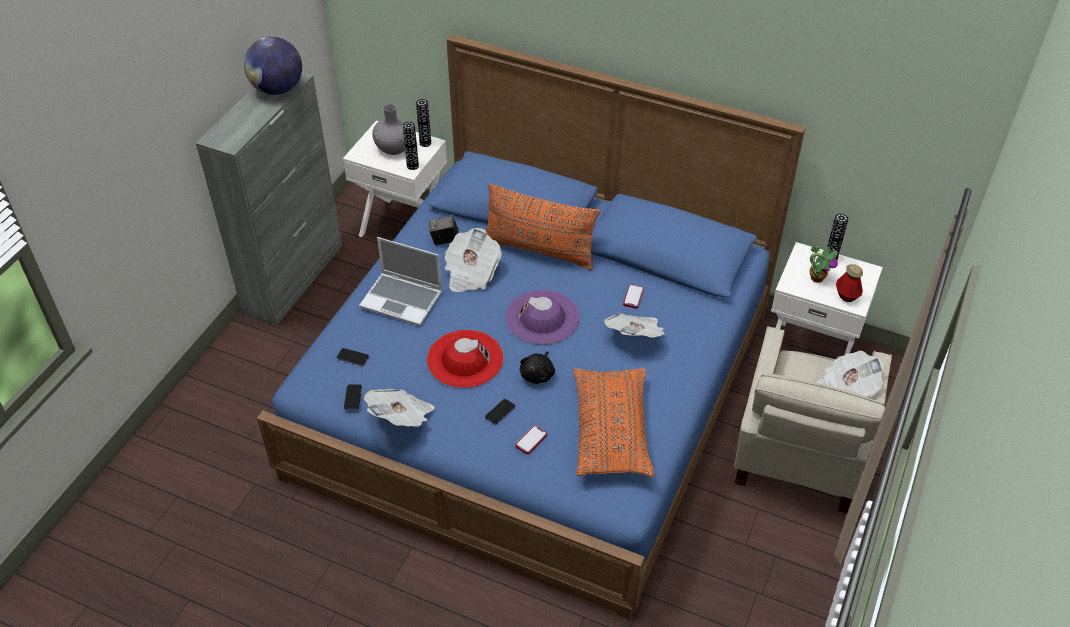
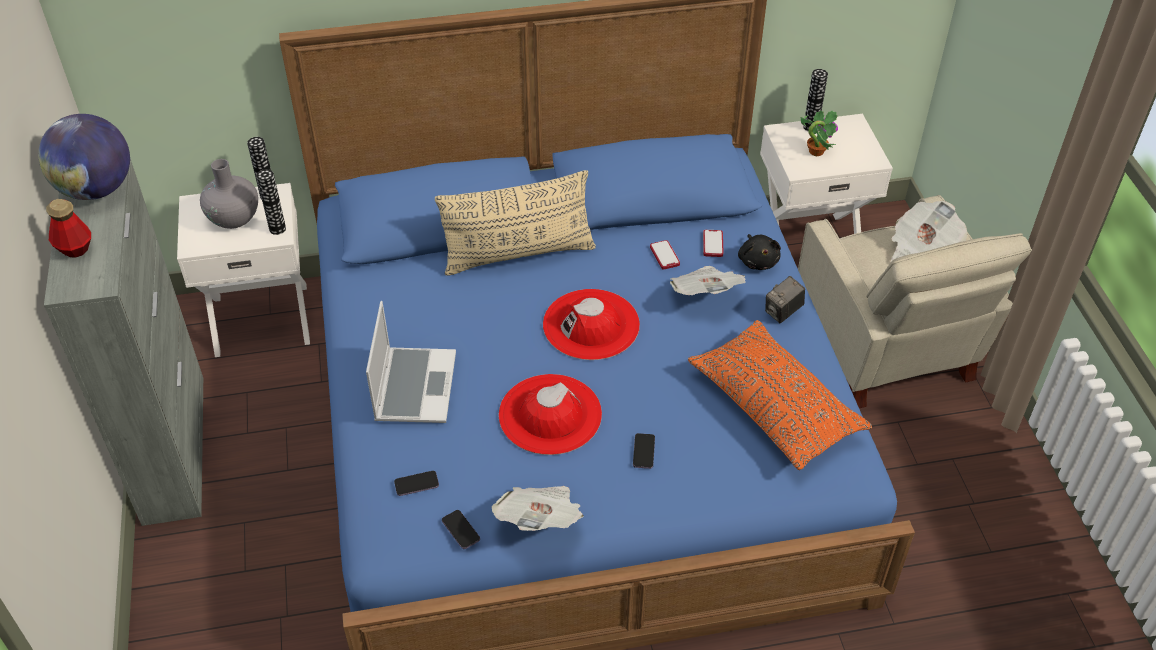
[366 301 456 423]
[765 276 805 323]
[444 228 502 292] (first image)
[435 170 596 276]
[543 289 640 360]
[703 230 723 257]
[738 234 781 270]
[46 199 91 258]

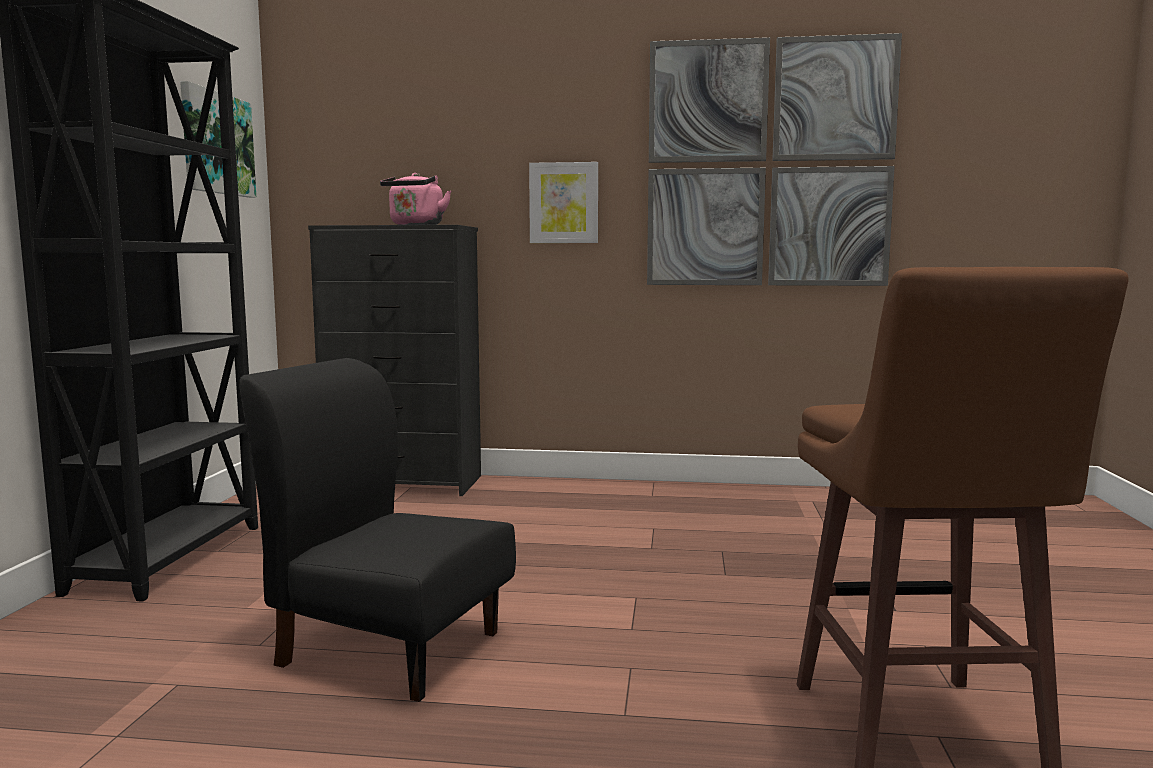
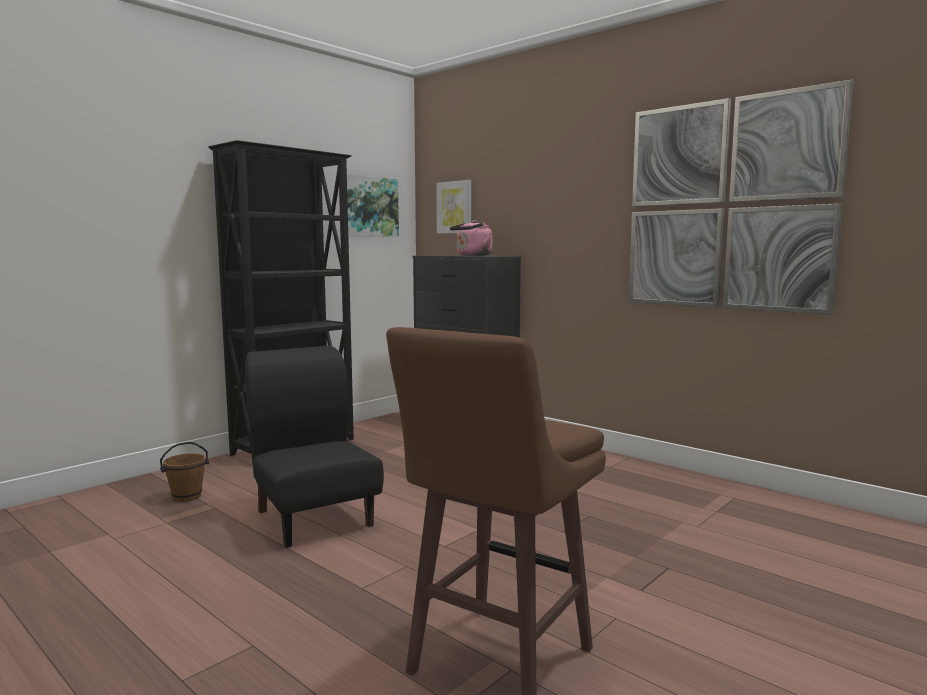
[436 180 471 233]
[160 442 209 502]

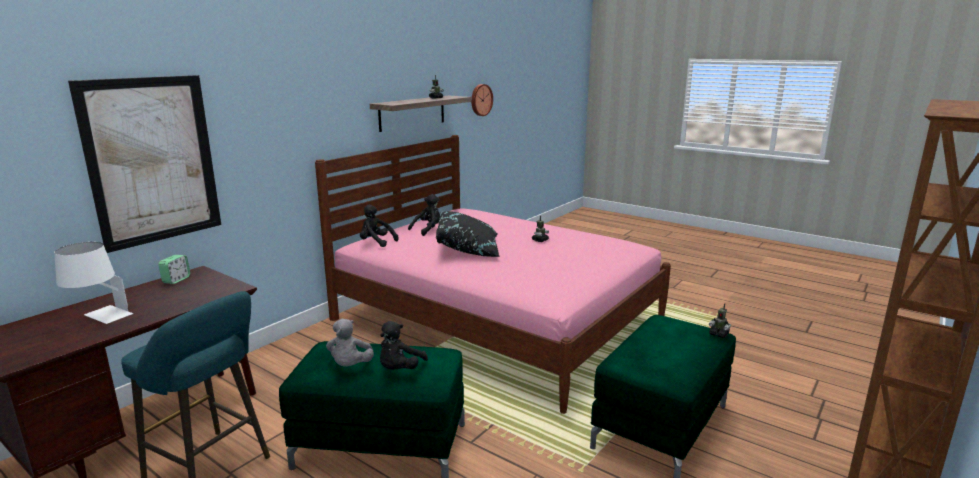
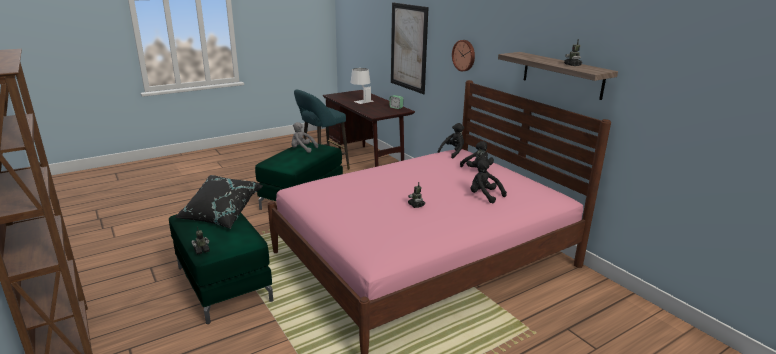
[470 160 507 203]
[174 175 263 229]
[452 40 475 71]

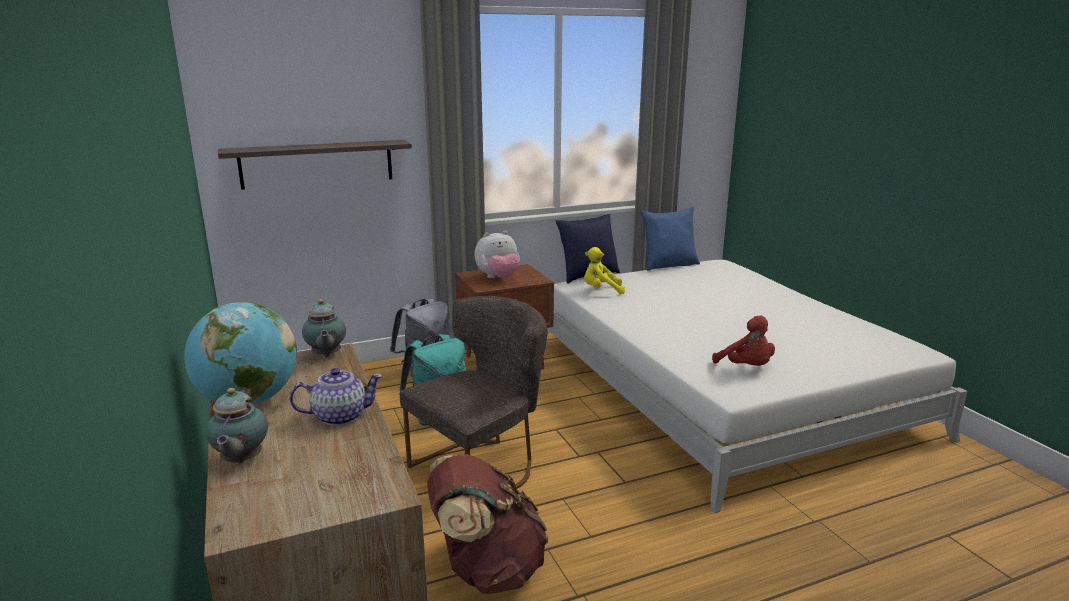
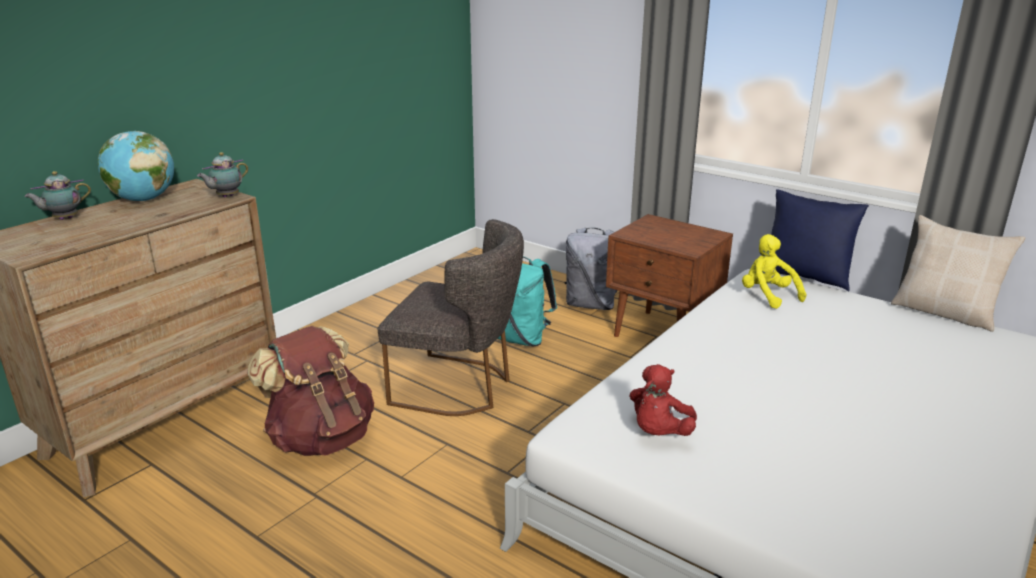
[218 140 412 190] (first image)
[289 368 383 426] (first image)
[474 231 520 278] (first image)
[891 215 1025 332]

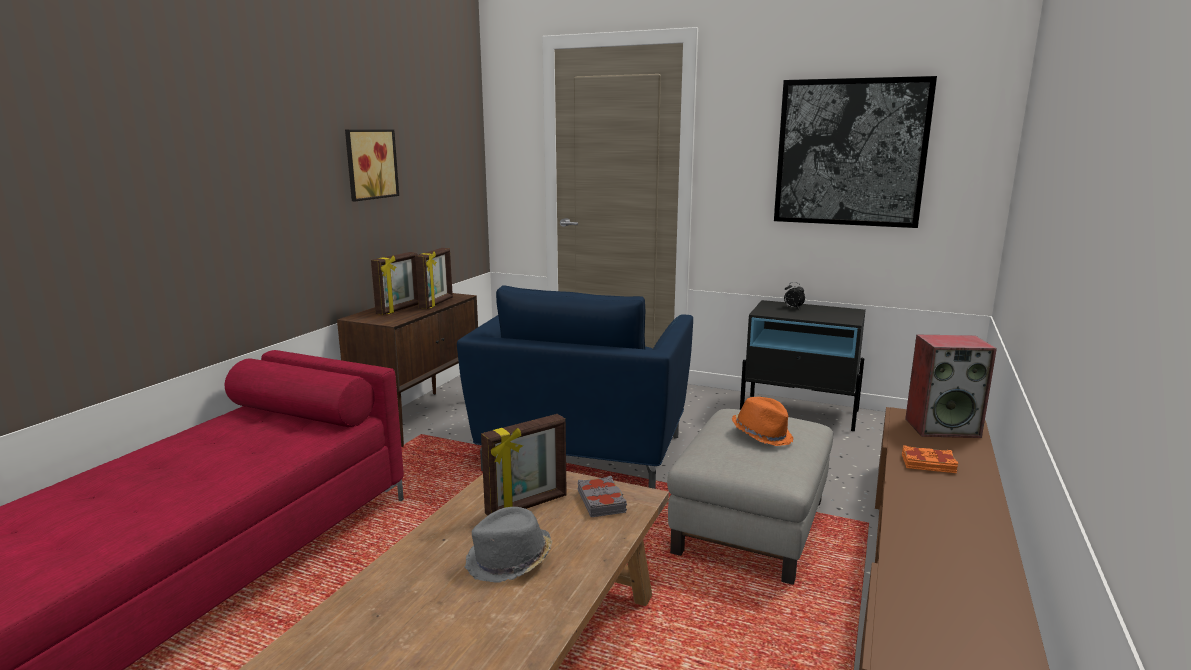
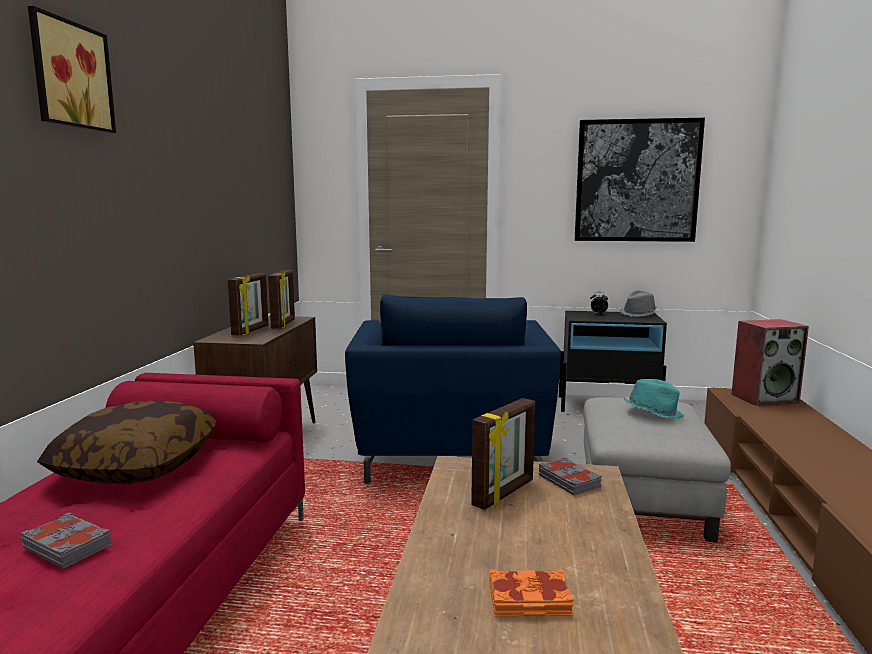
[28 6 116 133]
[619 290 658 317]
[624 379 684 419]
[490 569 574 617]
[21 512 111 569]
[37 400 216 484]

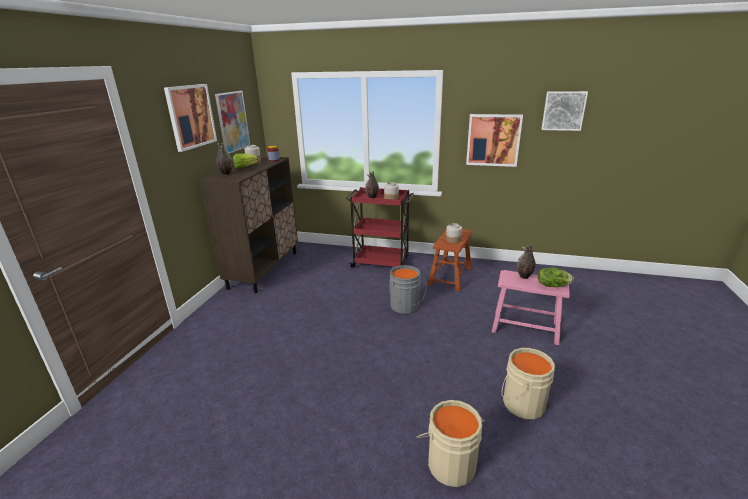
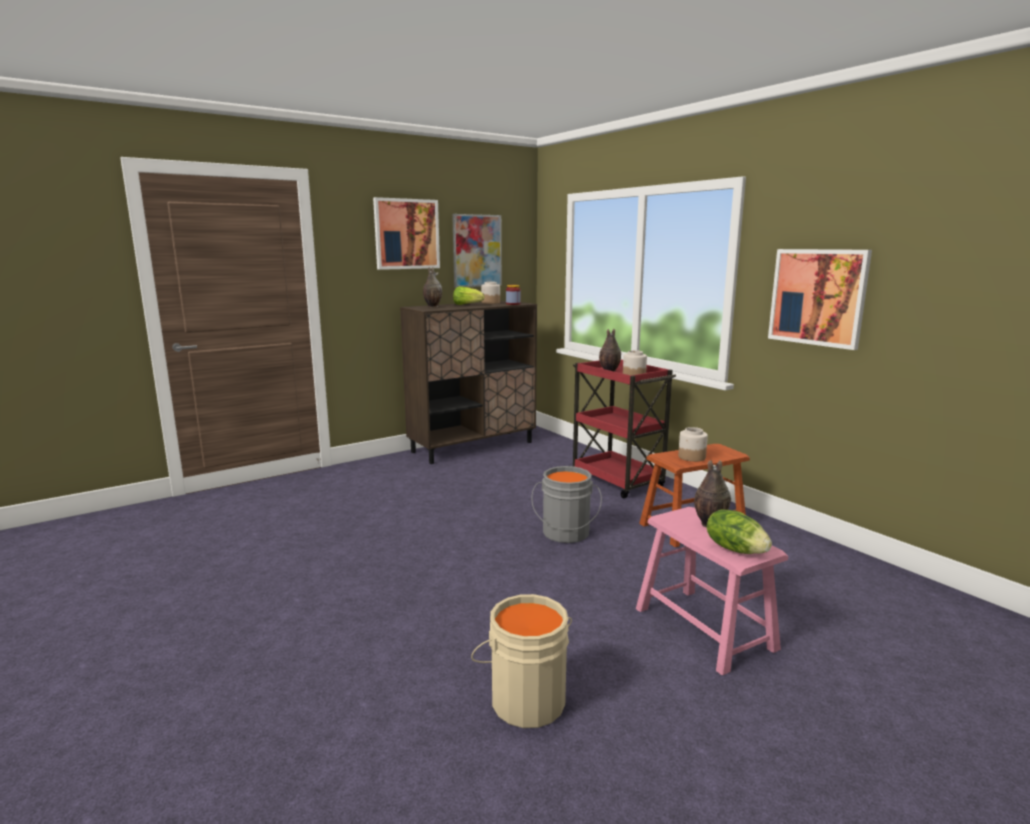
[416 400 485 487] (first image)
[542 91 588 131] (first image)

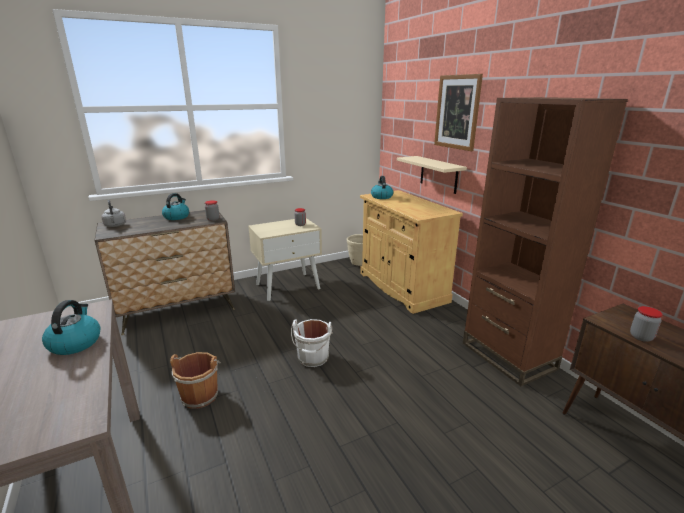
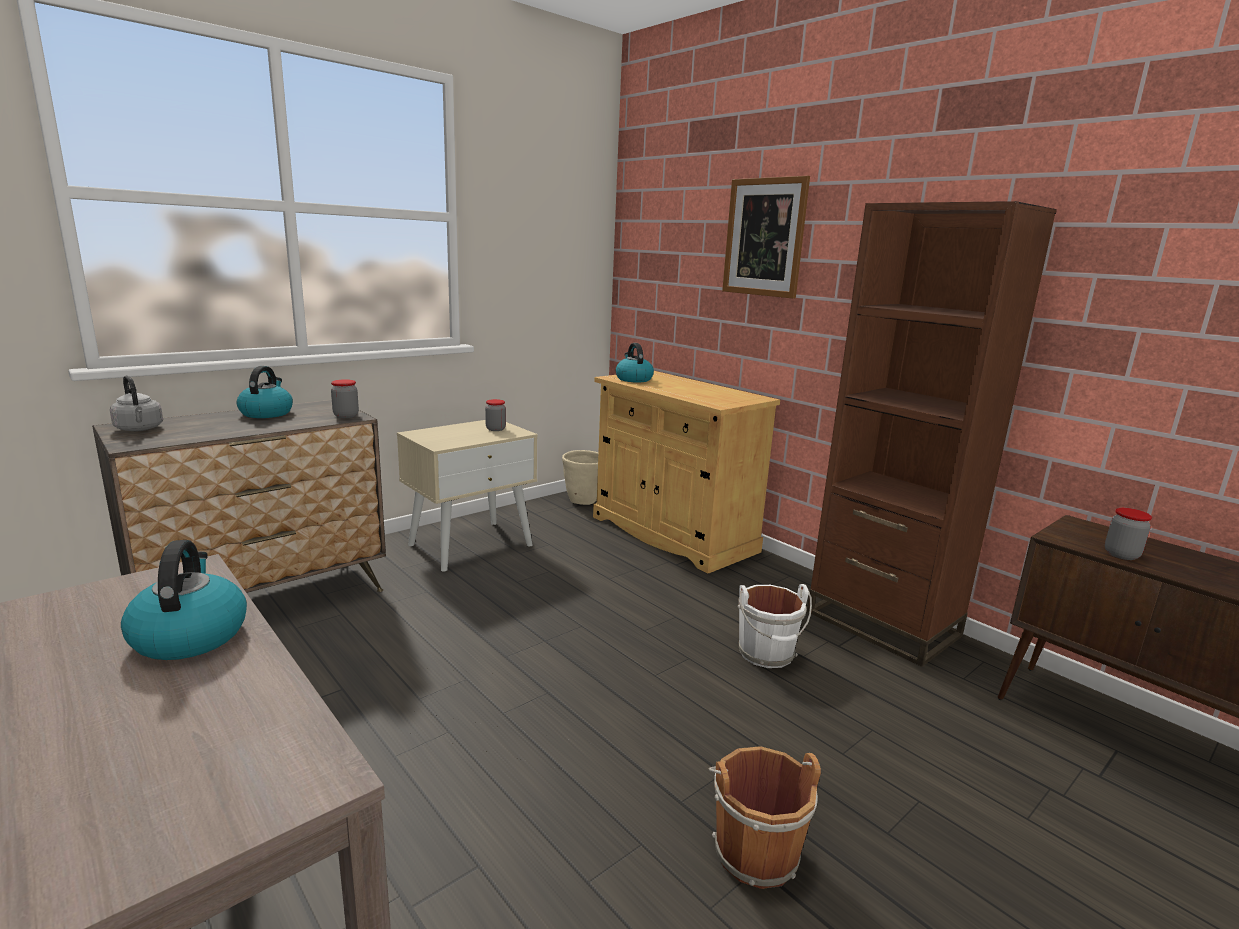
[709 746 821 889]
[738 584 812 668]
[397 156 467 194] (first image)

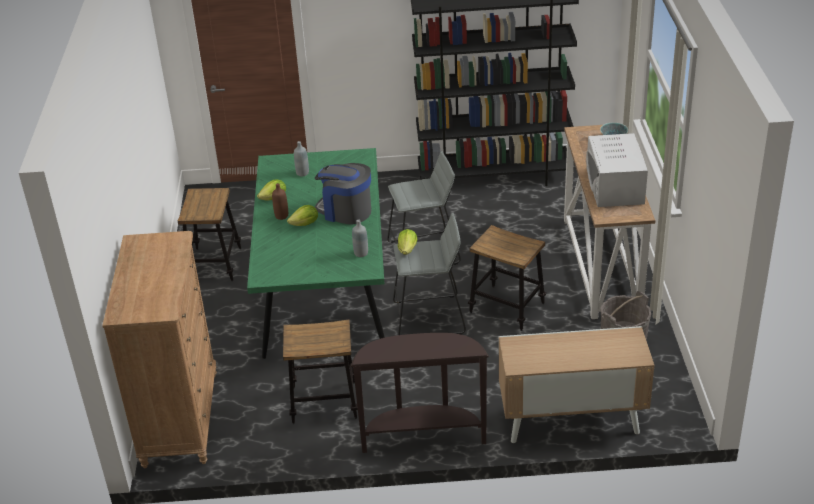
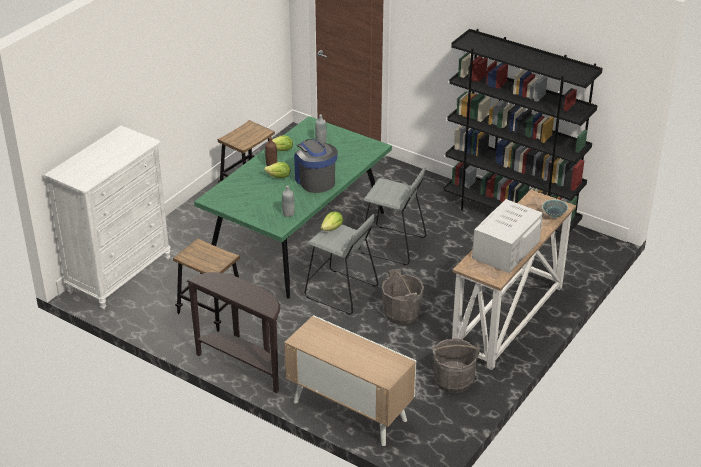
[44 126 170 309]
[382 269 424 325]

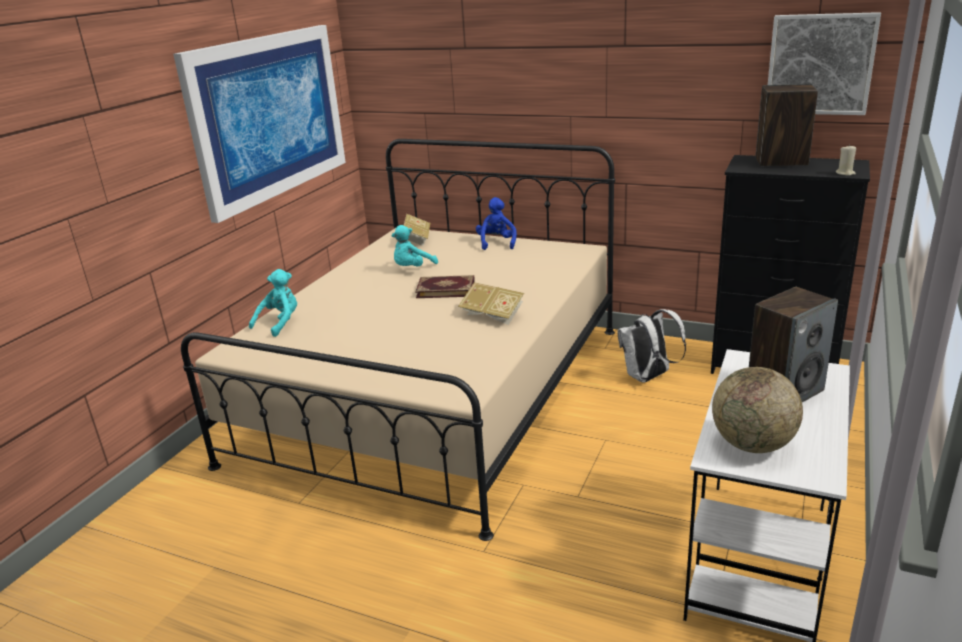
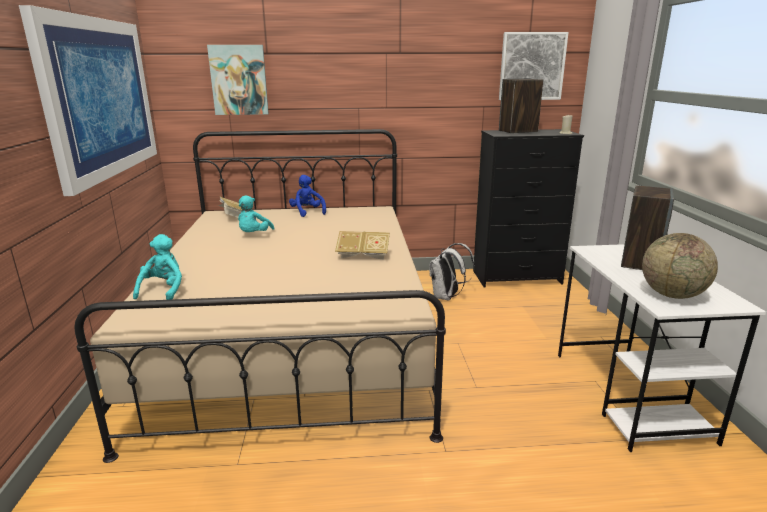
[415 275 475 298] (first image)
[207 45 269 115]

